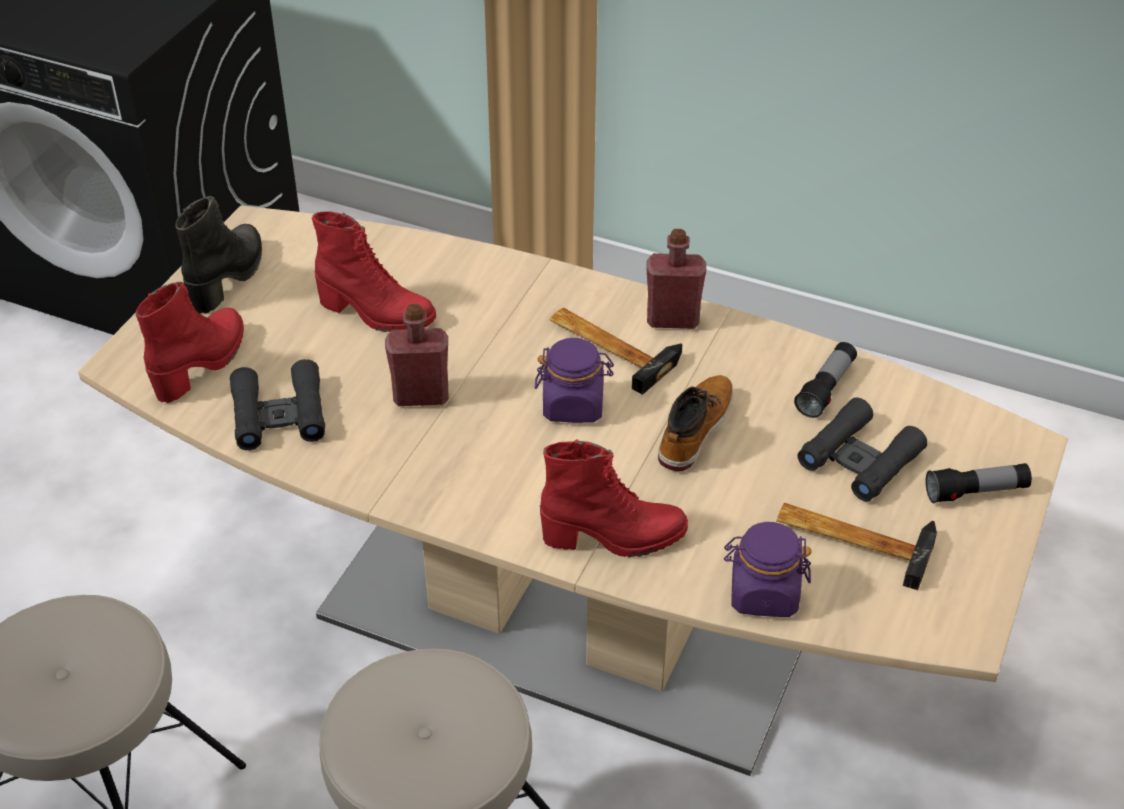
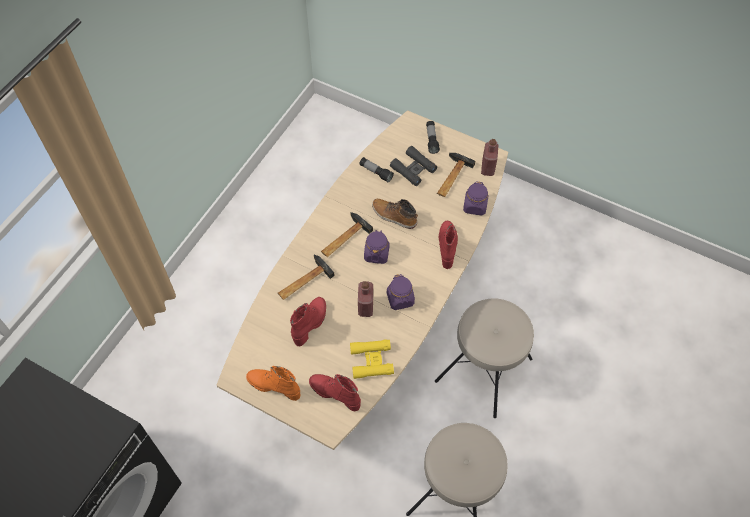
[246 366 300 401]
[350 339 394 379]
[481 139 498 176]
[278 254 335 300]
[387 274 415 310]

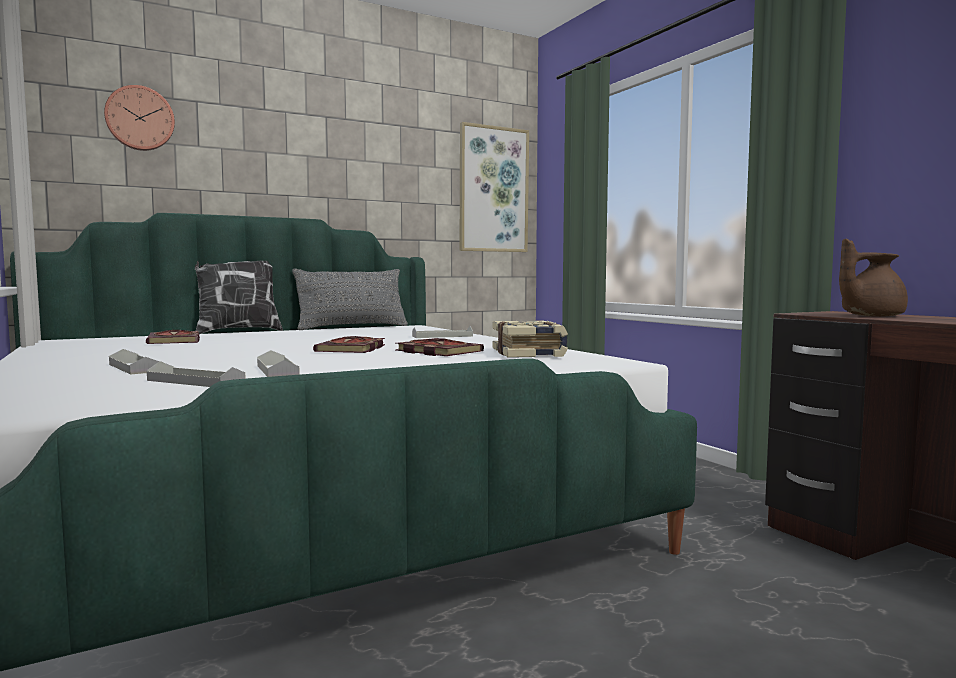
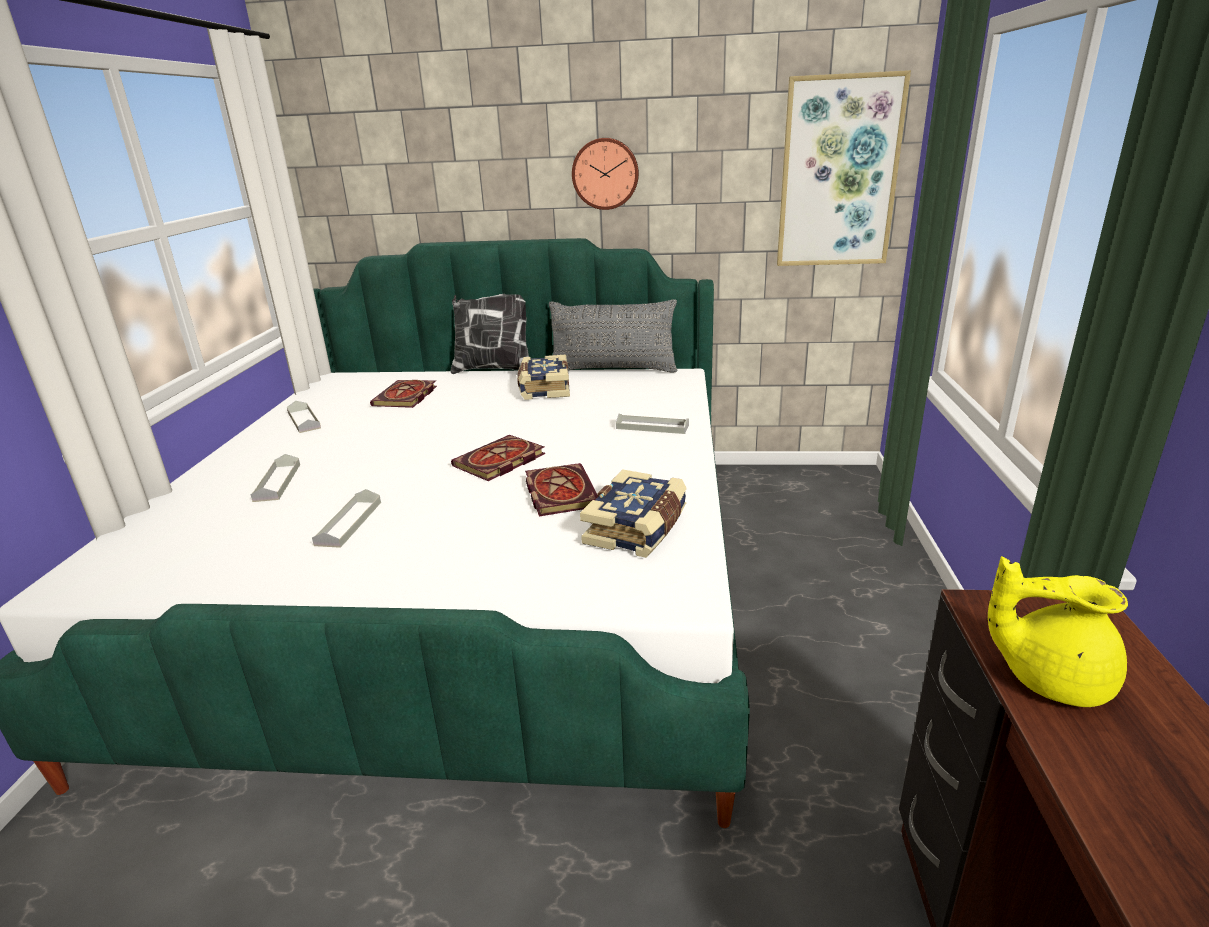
[572 138 639 210]
[287 401 321 433]
[988 556 1128 707]
[517 355 570 400]

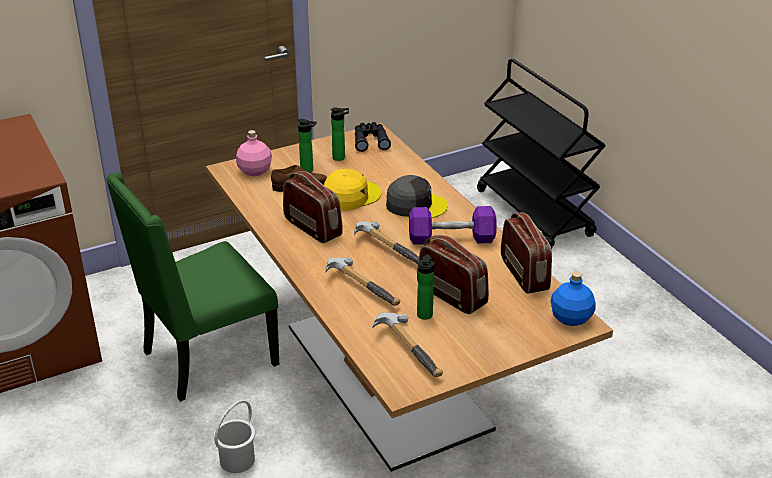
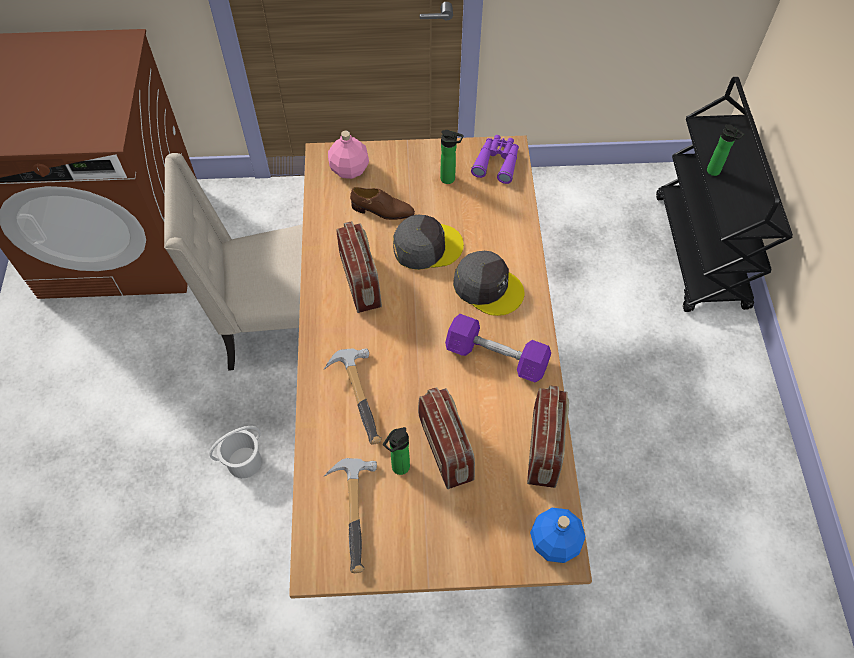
[164 153 303 371]
[707 124 744 176]
[393 215 464 270]
[354 222 419 264] (first image)
[471 135 519 184]

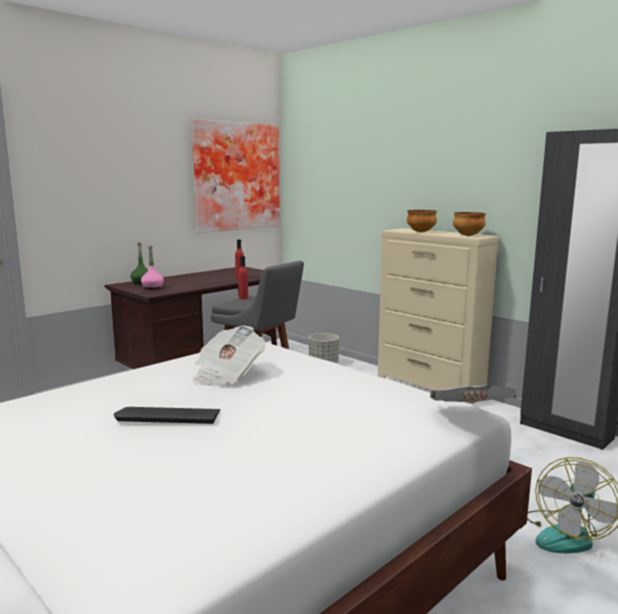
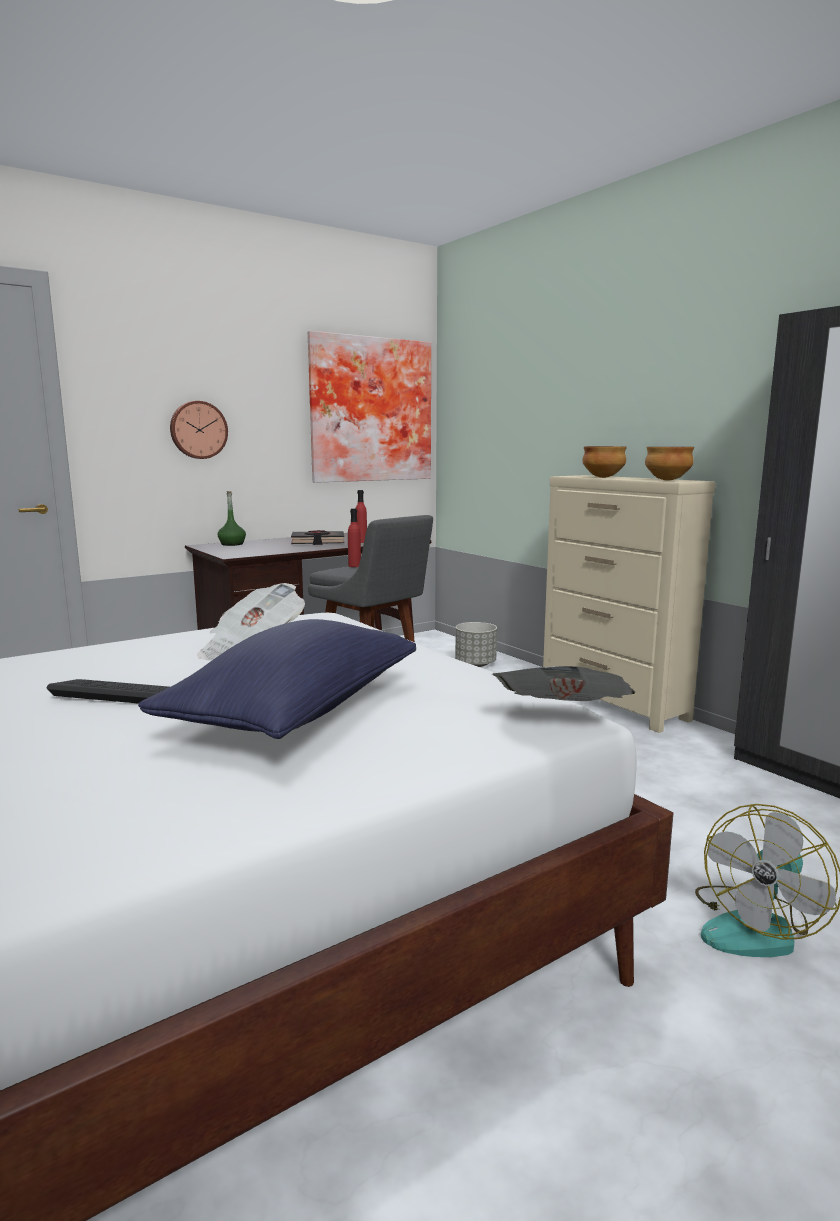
[141 246 164 289] (first image)
[138 619 416 739]
[170 401 228 459]
[291 530 344 545]

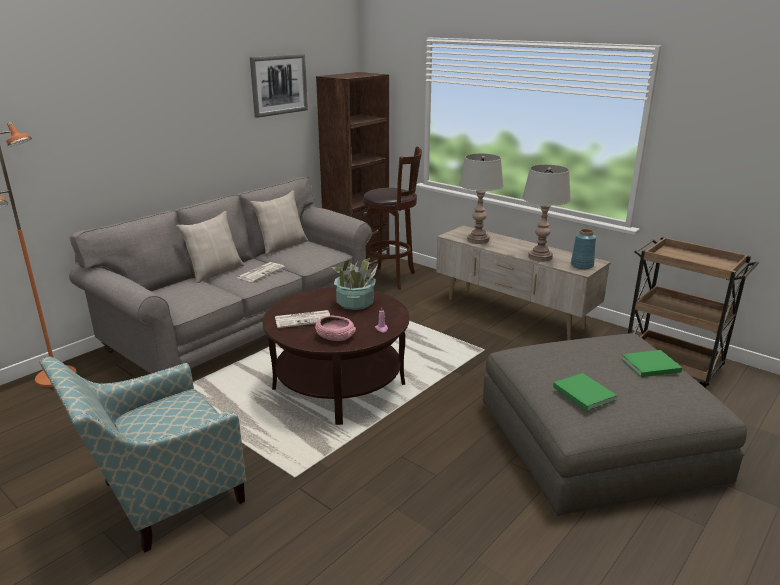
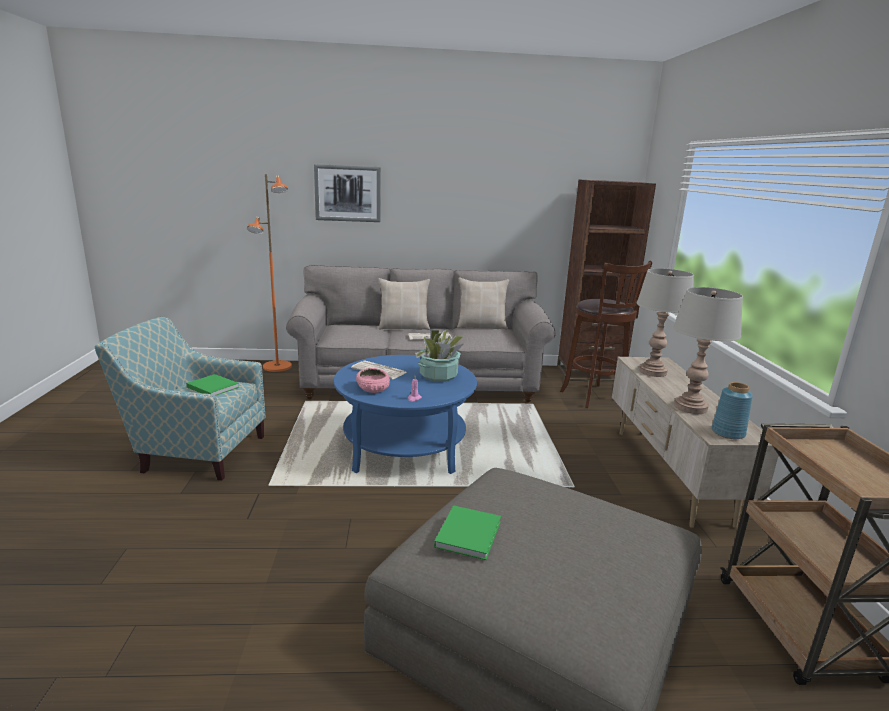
[314 164 381 222]
[334 355 477 474]
[186 374 239 396]

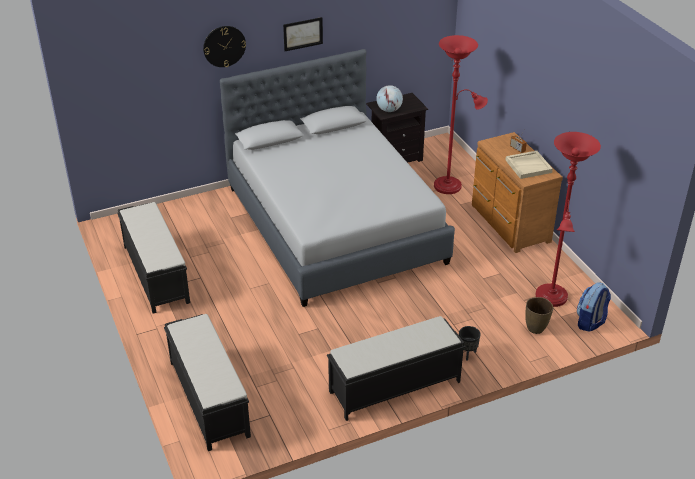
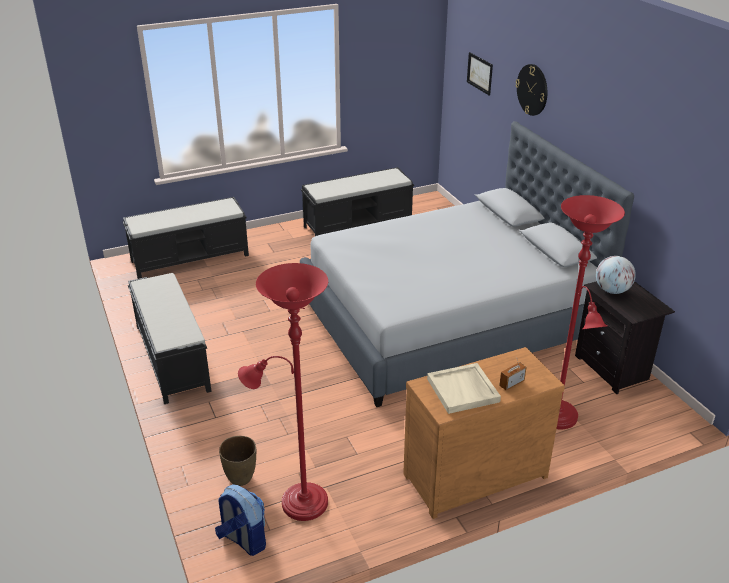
[467 52 493 96]
[459 326 480 361] (first image)

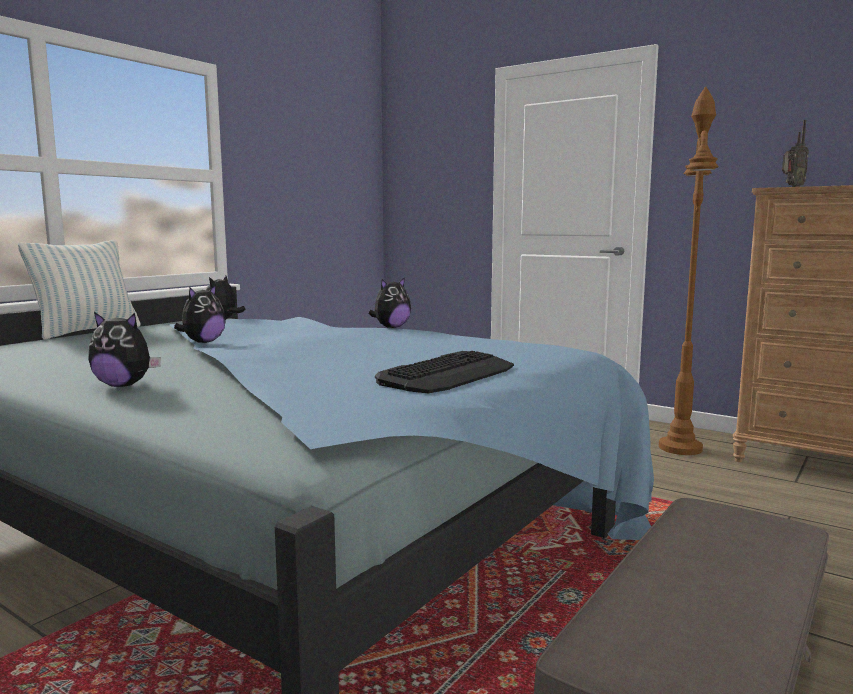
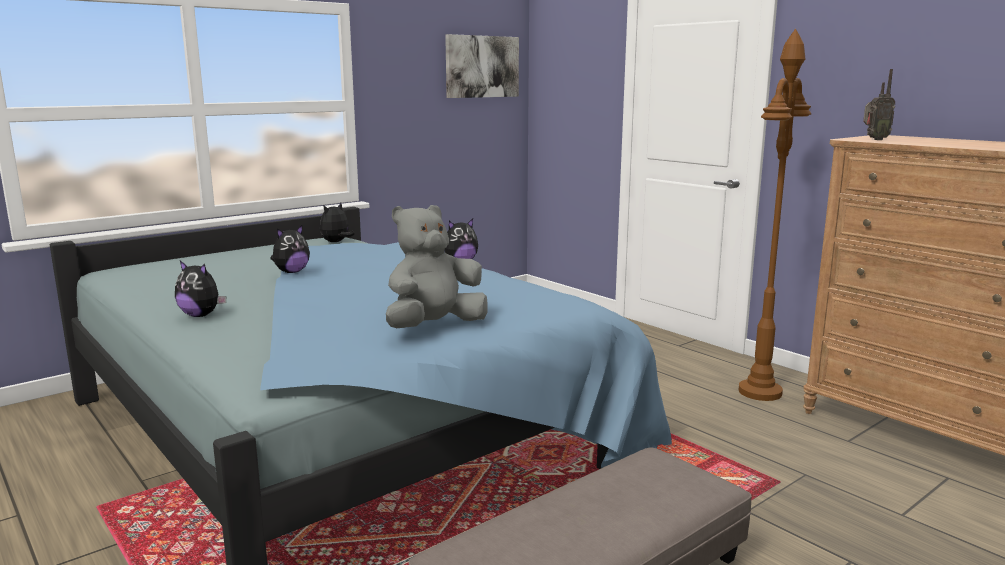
[18 240 141 340] (first image)
[386 205 487 328]
[445 34 519 98]

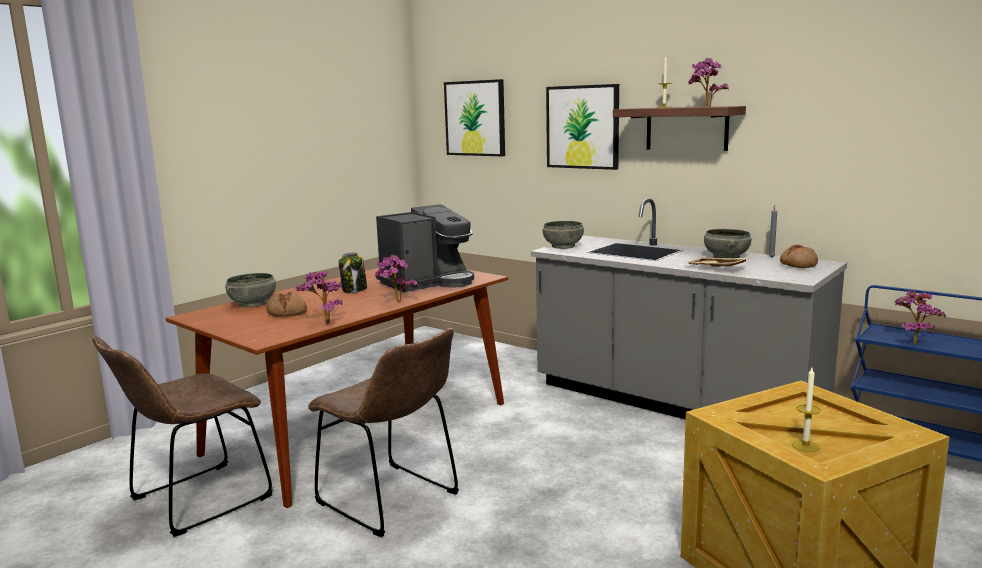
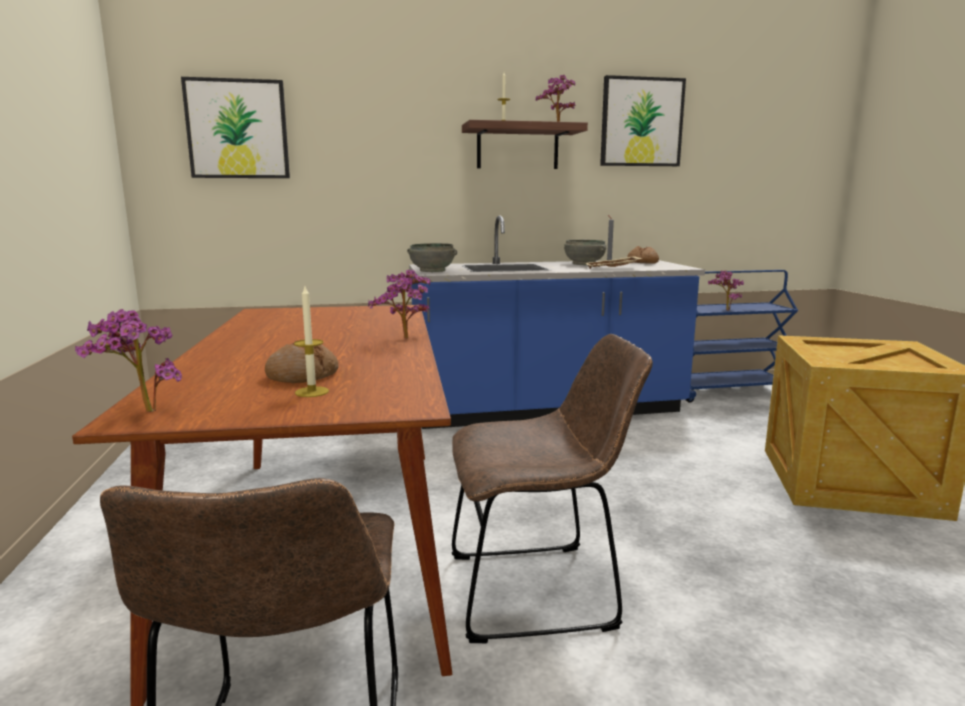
[225 273 276 308] (first image)
[75 309 182 413]
[339 252 367 293] (first image)
[376 204 474 292] (first image)
[409 215 705 429]
[600 75 686 166]
[294 286 329 397]

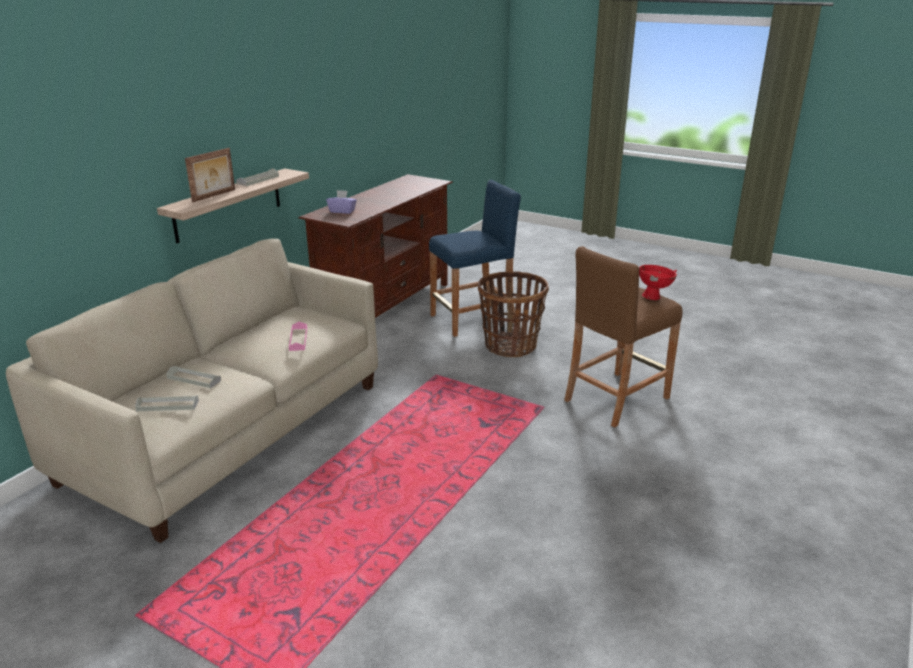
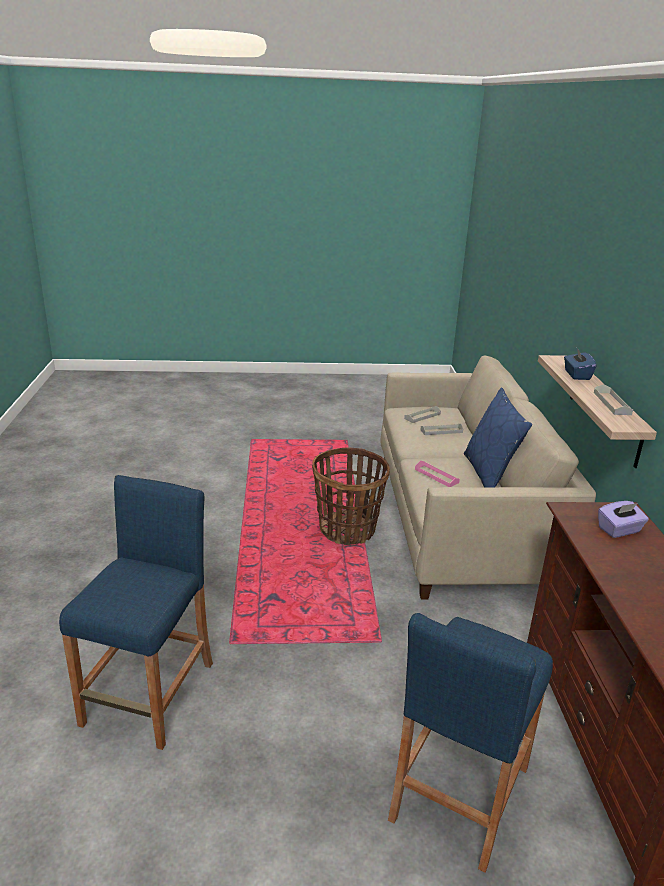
[564 348 597 380]
[312 448 390 545]
[59 475 213 750]
[639 265 677 300] (first image)
[464 387 532 487]

